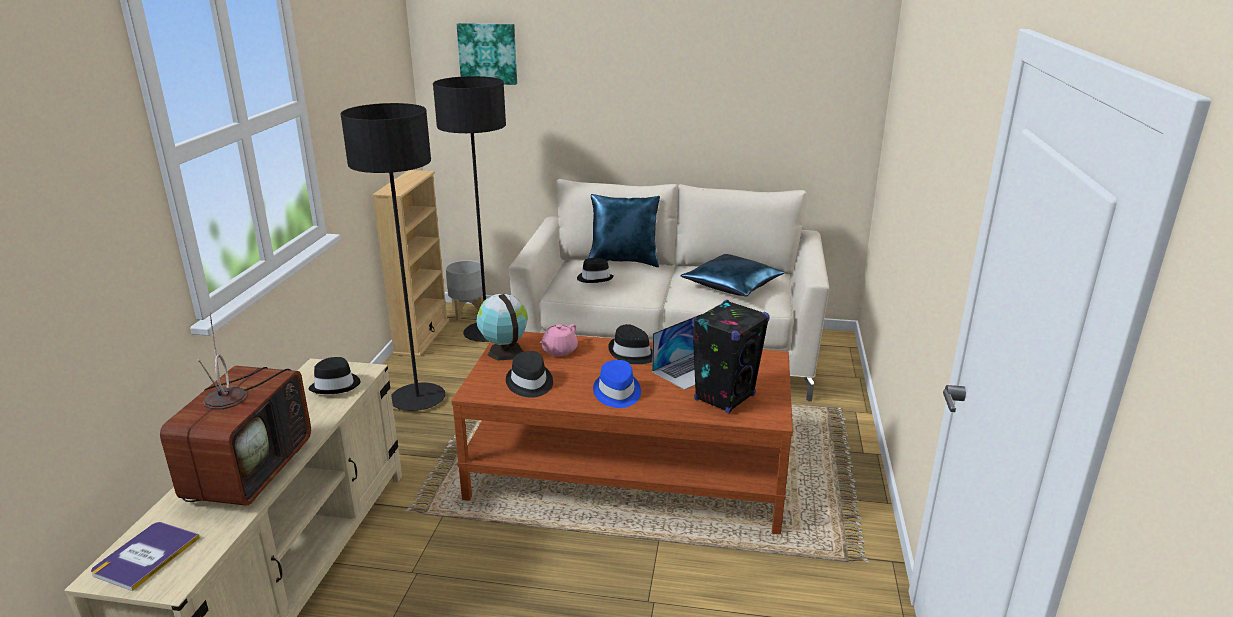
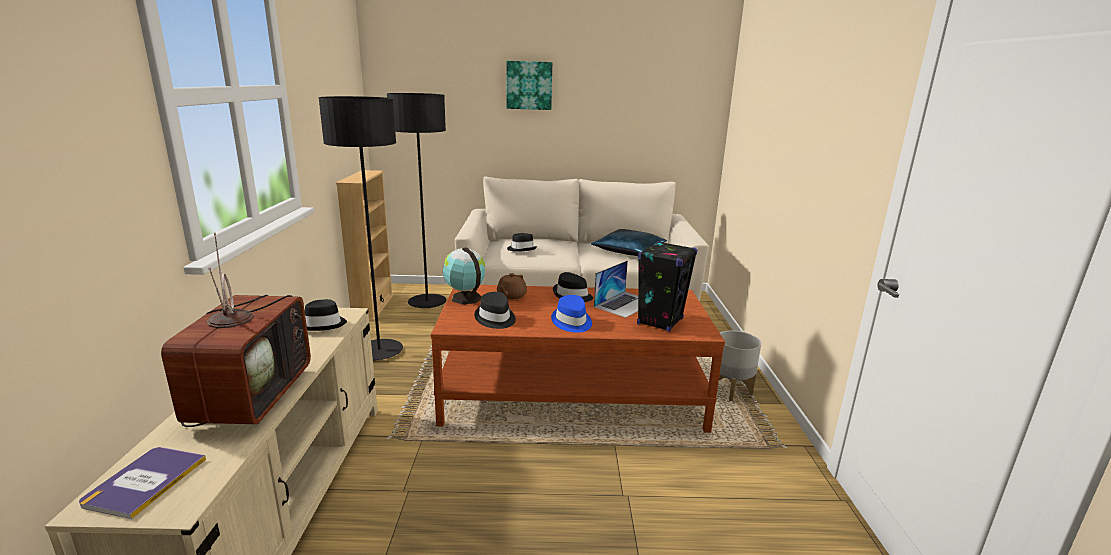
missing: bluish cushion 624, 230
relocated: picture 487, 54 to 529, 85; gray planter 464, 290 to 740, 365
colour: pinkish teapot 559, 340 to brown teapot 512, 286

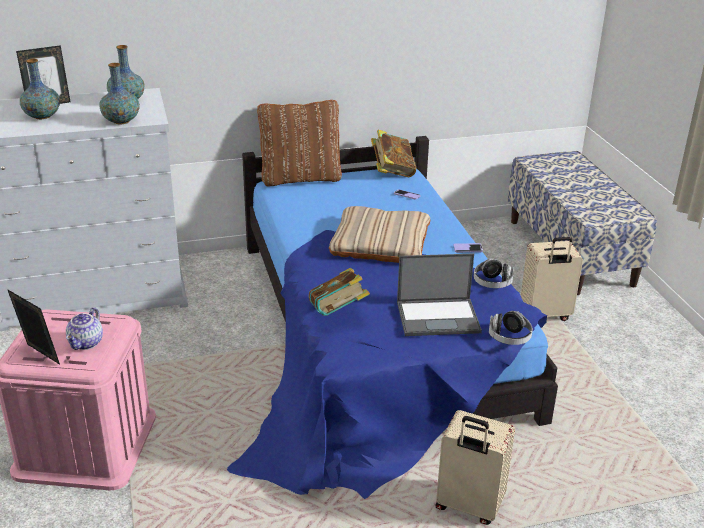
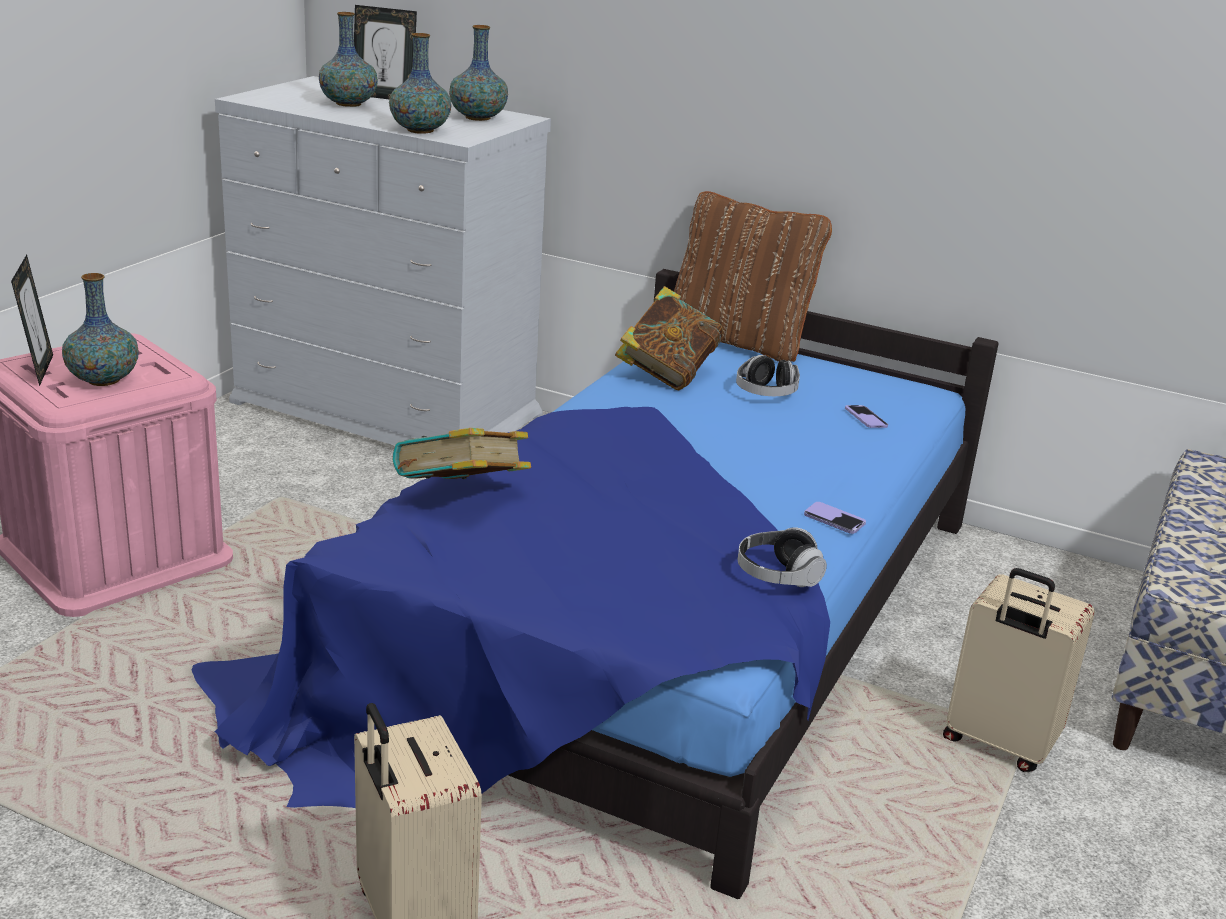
missing: sand-coloured cushion 379, 234; notebook computer 439, 295
relocated: volume 393, 153 to 669, 338; headphones 511, 328 to 768, 375
exchanged: teapot 84, 328 to decorative vase 100, 329

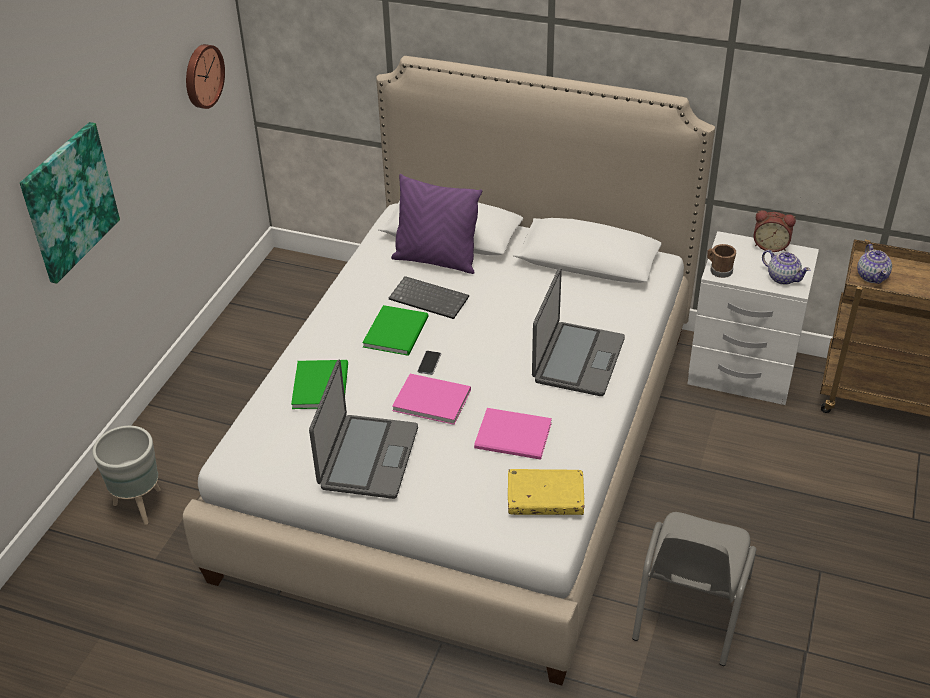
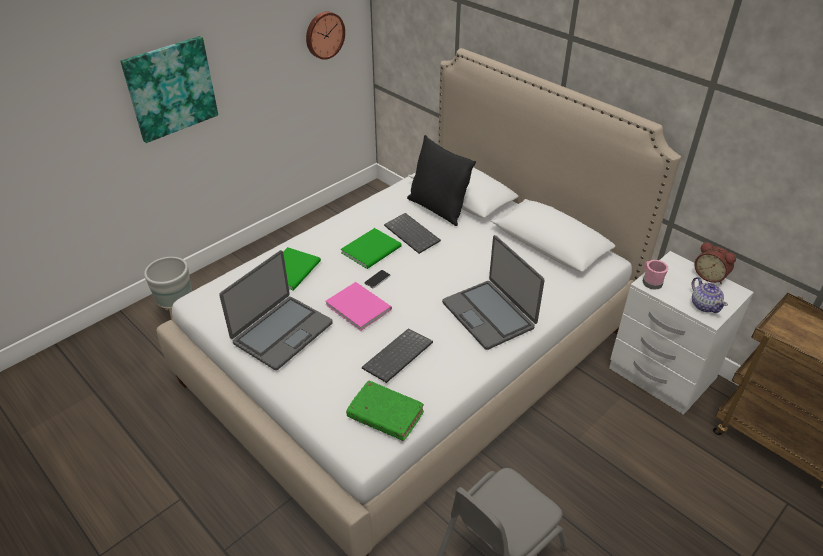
missing: teapot 874, 264
exchanged: pinkish volume 513, 434 to PC keyboard 397, 356
colour: yellowish volume 546, 492 to greenish volume 385, 411; purple-coloured cushion 436, 224 to black-coloured cushion 441, 180; brown mug 721, 261 to pinkish mug 655, 275
spun: notebook computer 578, 332 = 493, 292 105 degrees clockwise

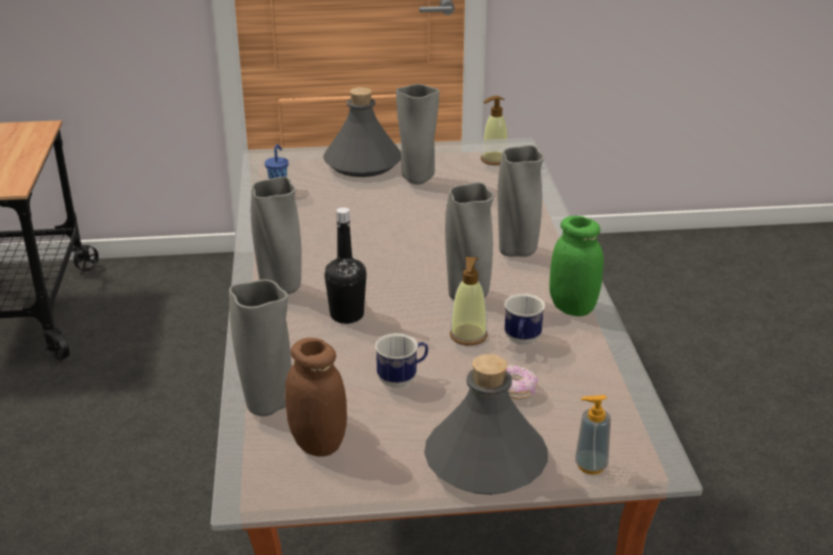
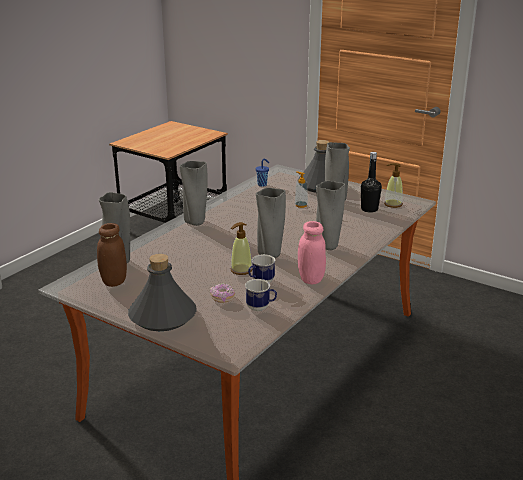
relocated: mug 401, 360 to 261, 295; soap bottle 593, 434 to 301, 189; black-coloured bottle 345, 265 to 371, 182
colour: greenish storage jar 576, 266 to pinkish storage jar 312, 252

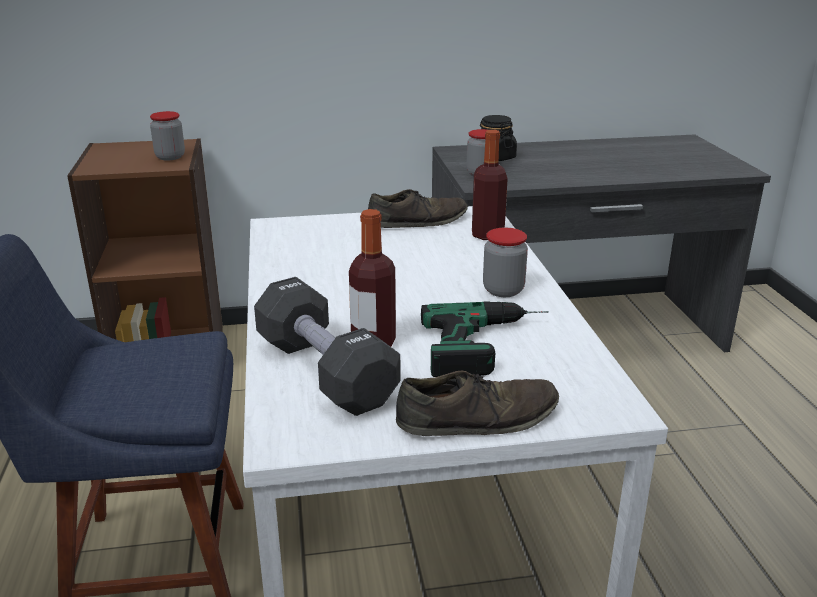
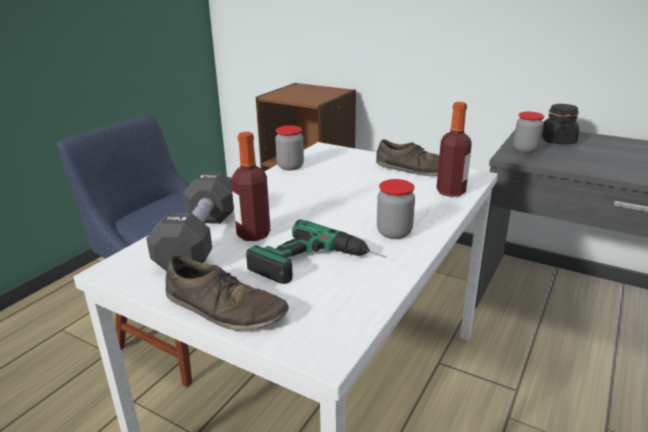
relocated: storage jar 167, 135 to 289, 147

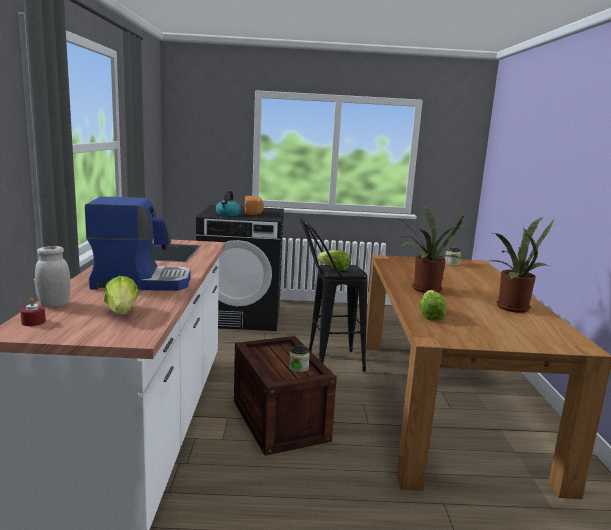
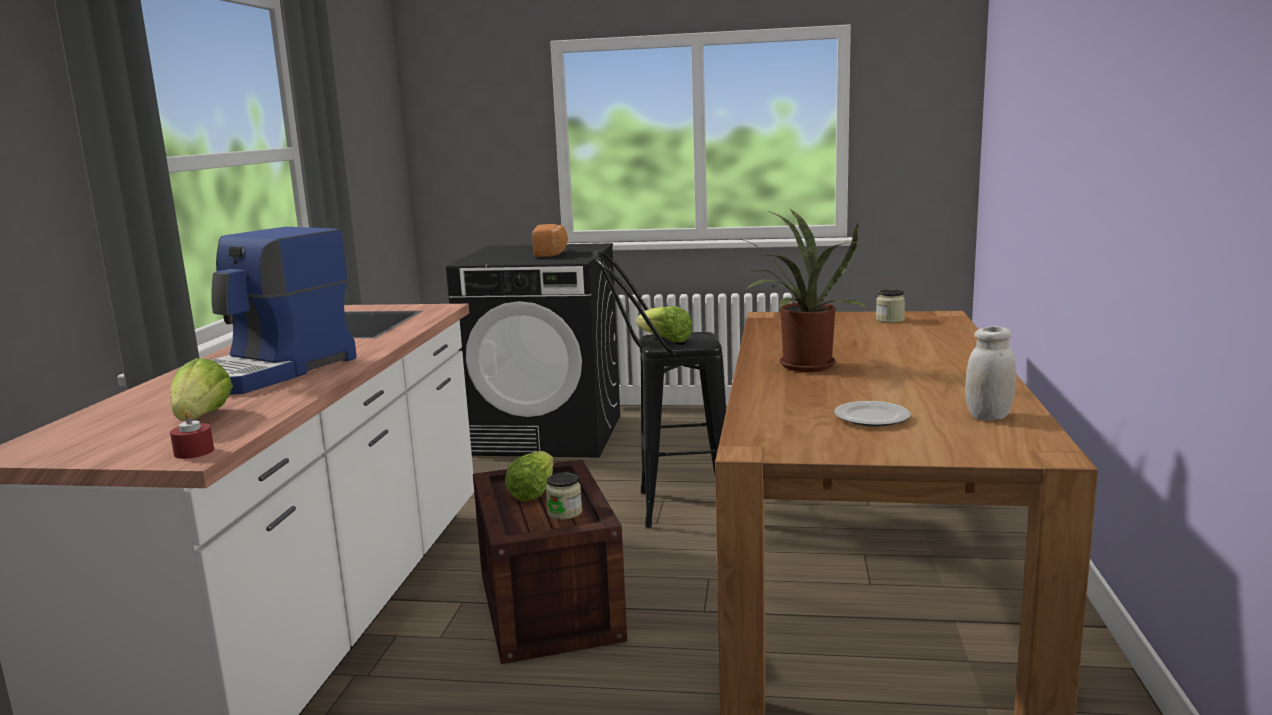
missing: tea kettle 228, 203; potted plant 520, 265
appeared: dinner plate 872, 414
relocated: red-coloured wax light 33, 312 to 192, 434; head of lettuce 432, 305 to 529, 476; whitish storage jar 53, 276 to 990, 373
spun: coffee maker 138, 243 = 284, 311 120 degrees clockwise

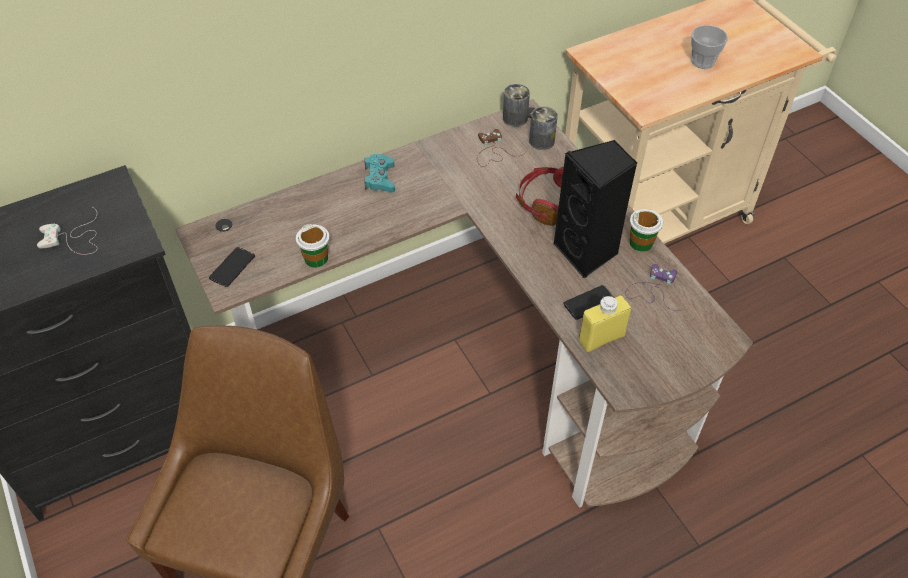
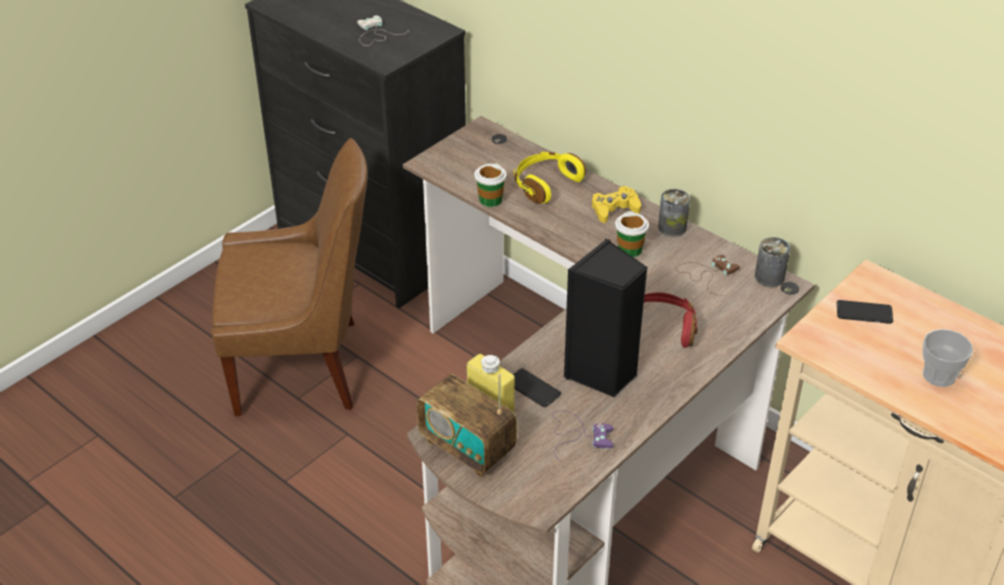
appeared: radio set 467, 426; yellowish headphones 550, 178
relocated: drinking cup 646, 230 to 632, 234; metal can 543, 128 to 674, 213; phone 232, 267 to 865, 312
colour: turquoise joypad 379, 173 to yellowish joypad 616, 204

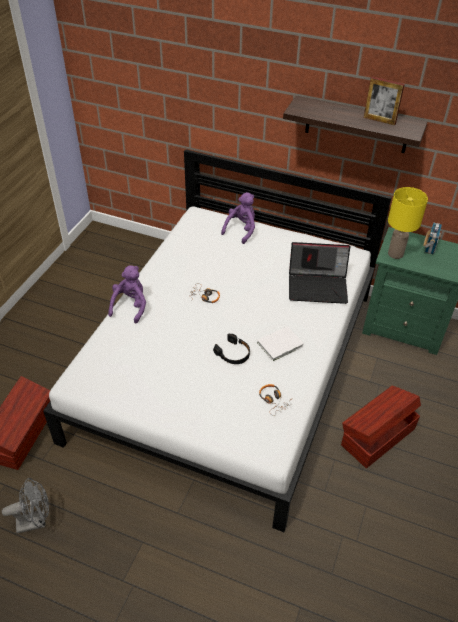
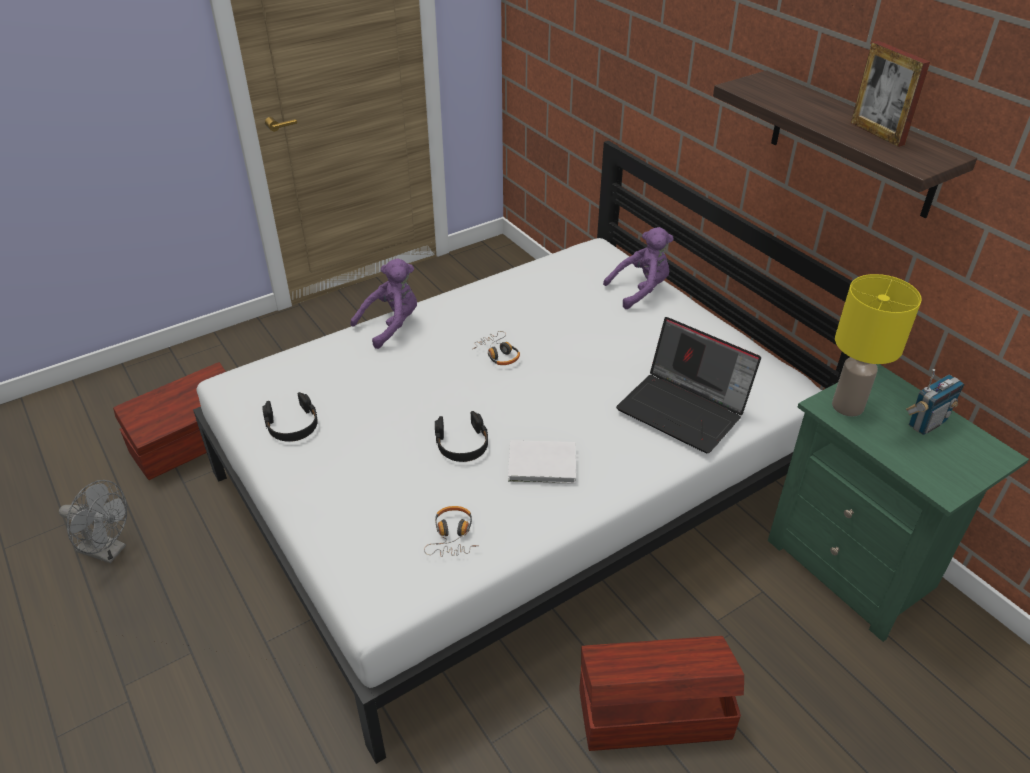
appeared: black-coloured headphones 290, 417

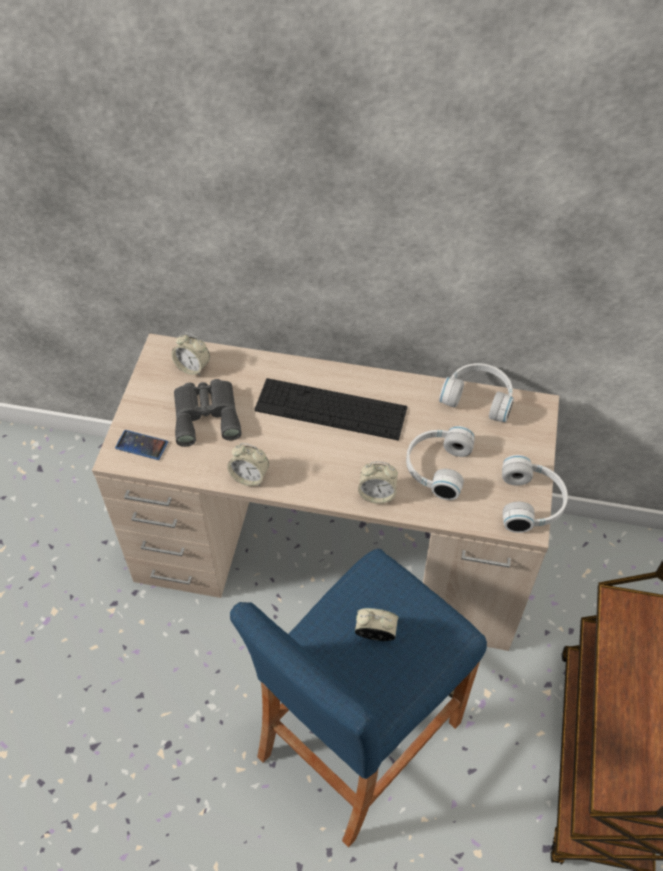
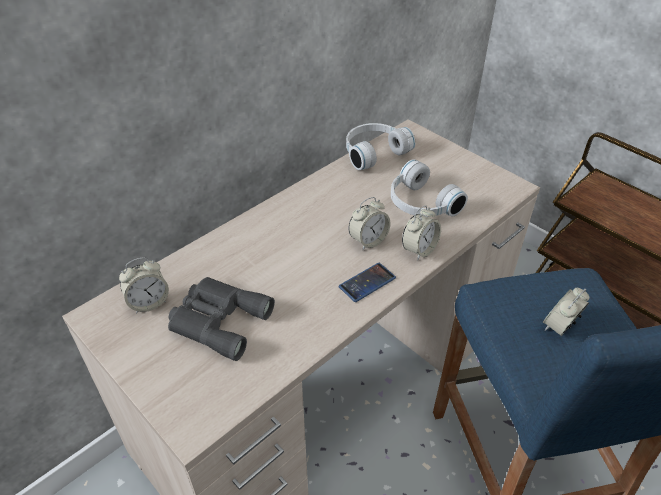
missing: PC keyboard 331, 409; whitish headphones 535, 494
relocated: phone 141, 445 to 367, 282; table clock 248, 464 to 370, 223

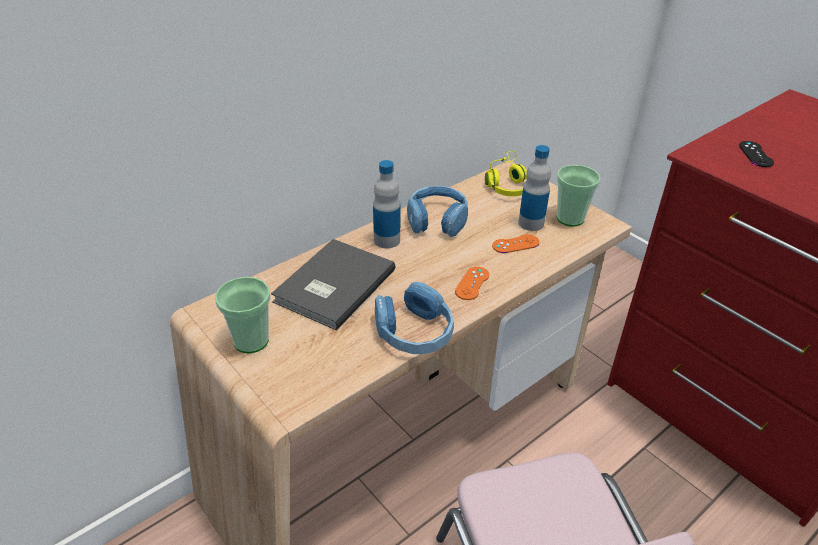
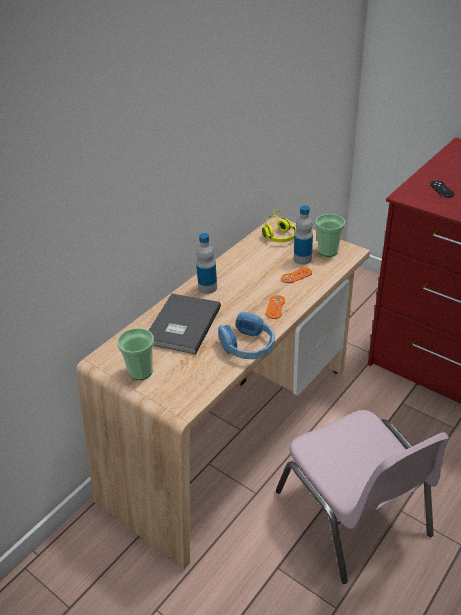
missing: bluish headphones 437, 211

